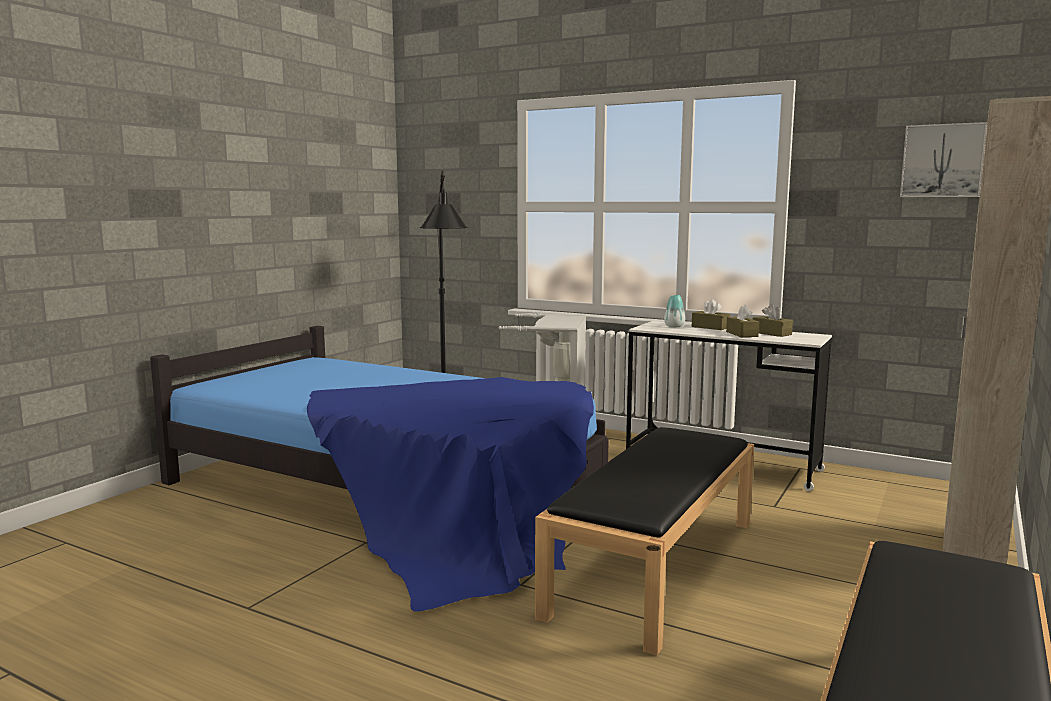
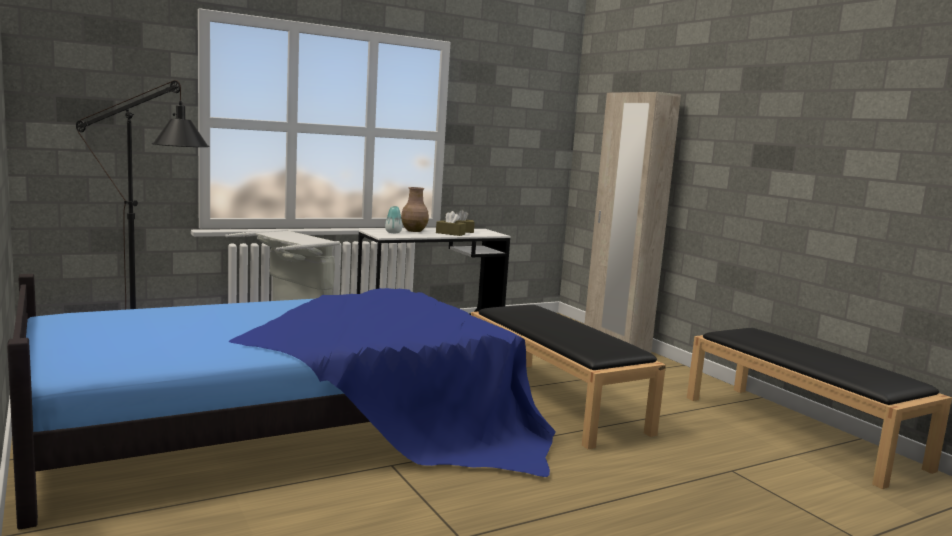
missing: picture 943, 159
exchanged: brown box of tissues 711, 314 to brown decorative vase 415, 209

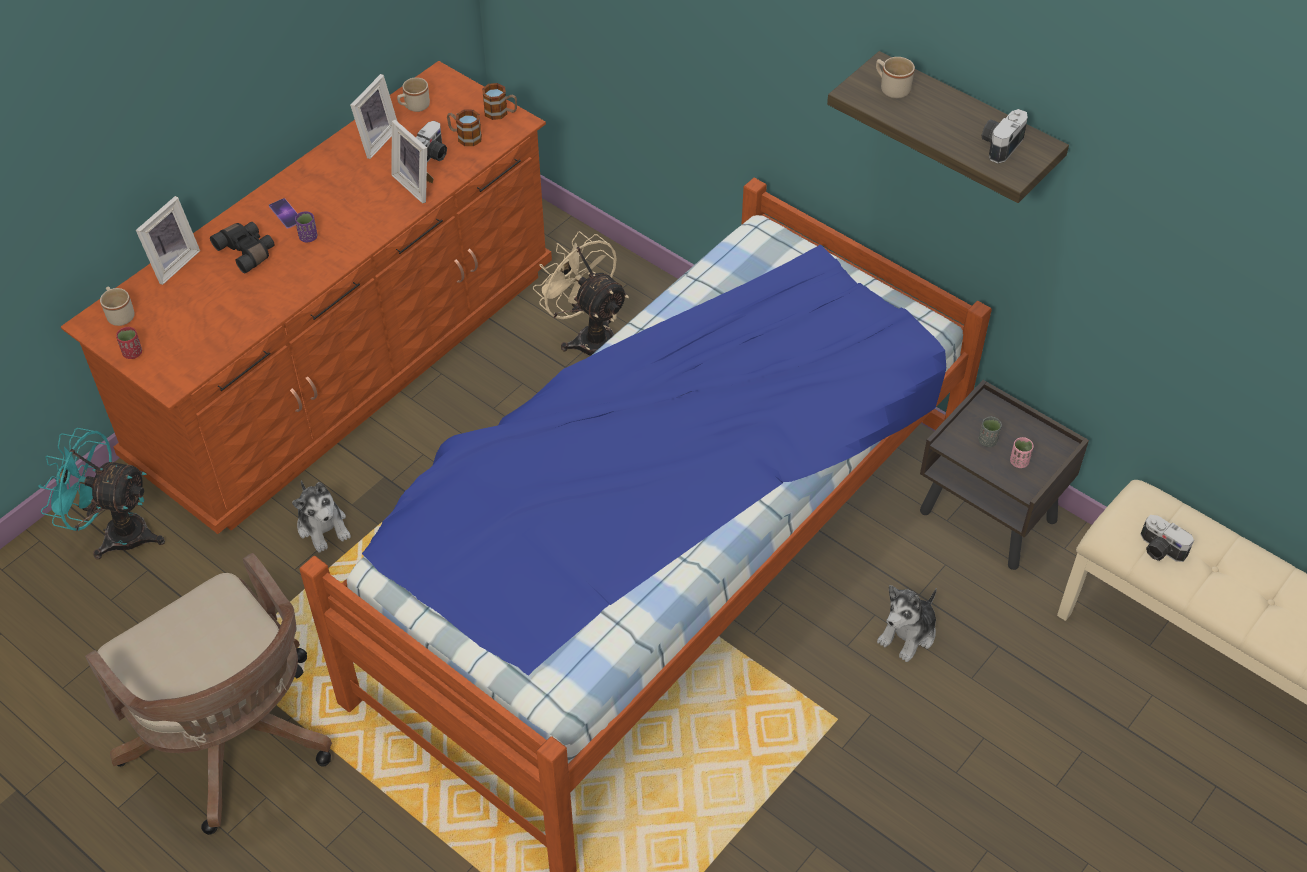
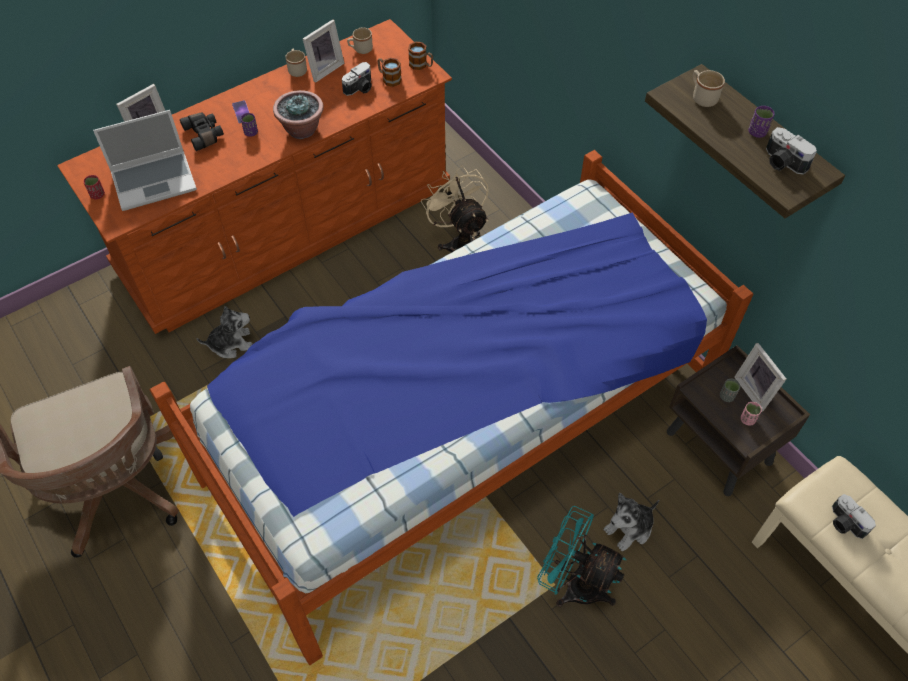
appeared: notebook computer 145, 160; potted plant 298, 114; purple-coloured drinking cup 761, 122
relocated: sand-coloured mug 117, 306 to 296, 63; turquoise electric fan 101, 493 to 581, 556; picture frame 412, 161 to 760, 377
spun: cuddly toy 321, 516 = 225, 332 90 degrees counterclockwise; photo camera 1005, 136 = 791, 151 90 degrees counterclockwise

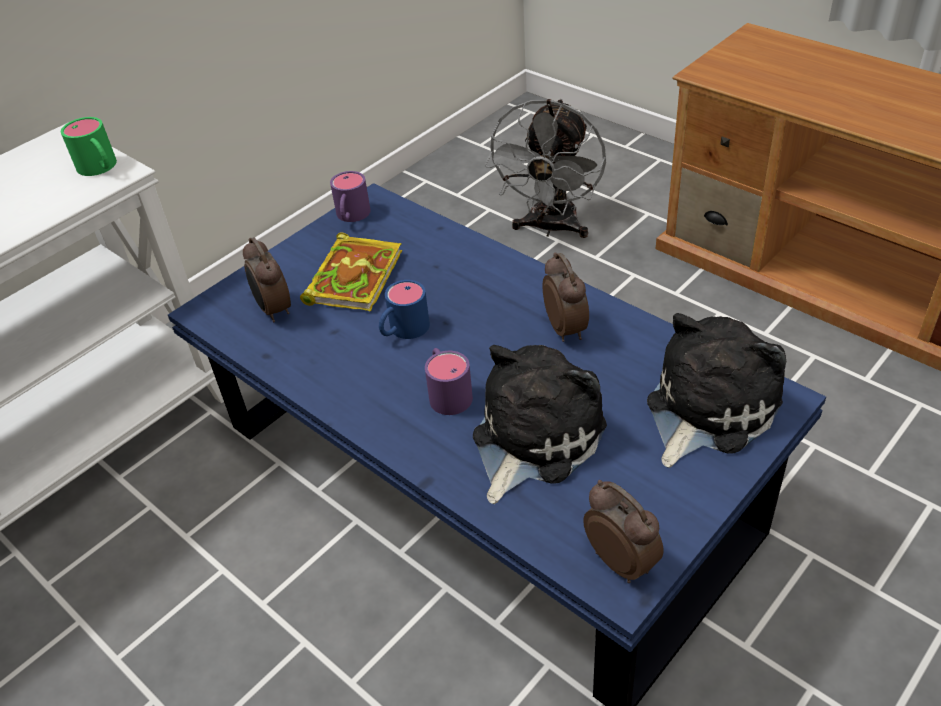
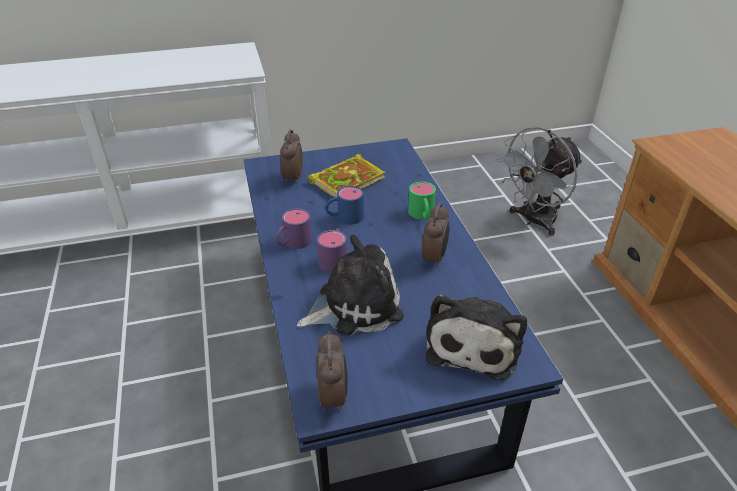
relocated: purple-coloured mug 350, 196 to 294, 228; greenish mug 89, 146 to 422, 200
spun: cuddly toy 716, 390 = 476, 337 120 degrees clockwise

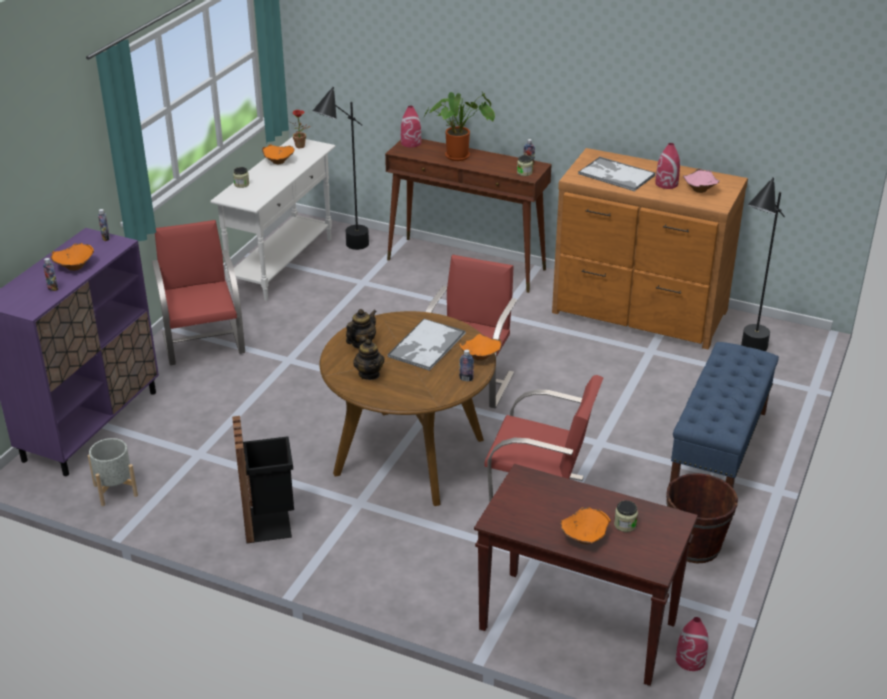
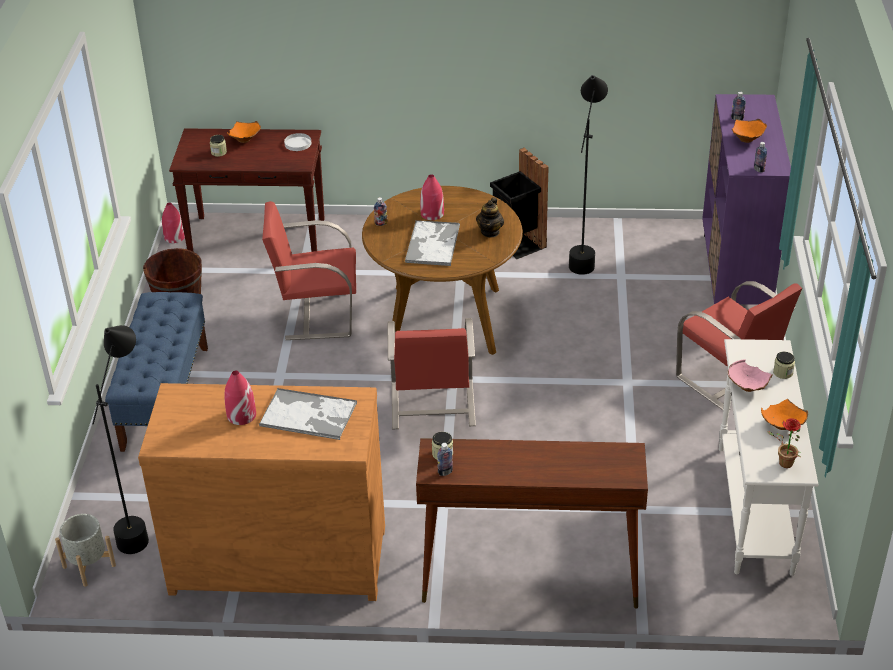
missing: teapot 368, 358; potted plant 459, 126; orange-coloured serving bowl 481, 347
appeared: whitish dinner plate 297, 142
relocated: gray planter 113, 472 to 85, 550; red-coloured decorative vase 411, 127 to 432, 197; black-coloured floor lamp 341, 168 to 588, 175; pinkish serving bowl 701, 181 to 750, 375

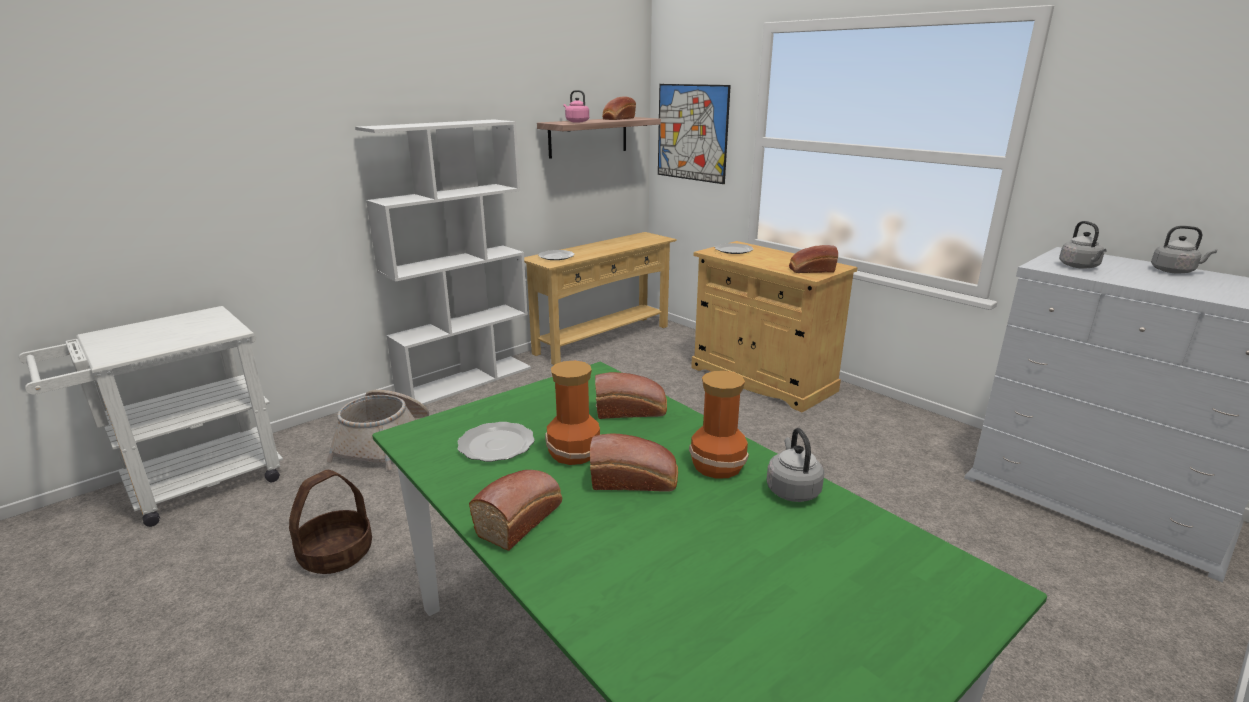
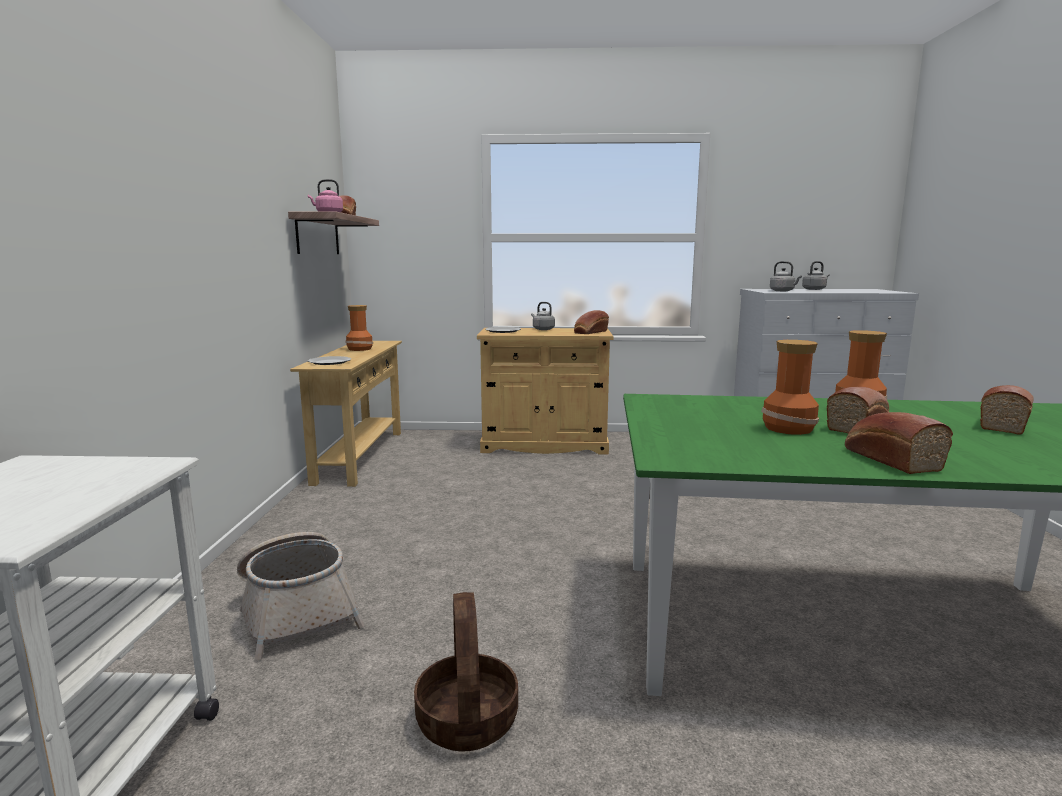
missing: whitish bookshelf 443, 262; dinner plate 496, 442; picture 694, 134
appeared: decorative vase 359, 328
relocated: gray tea kettle 795, 465 to 543, 316; bread 631, 395 to 1007, 410

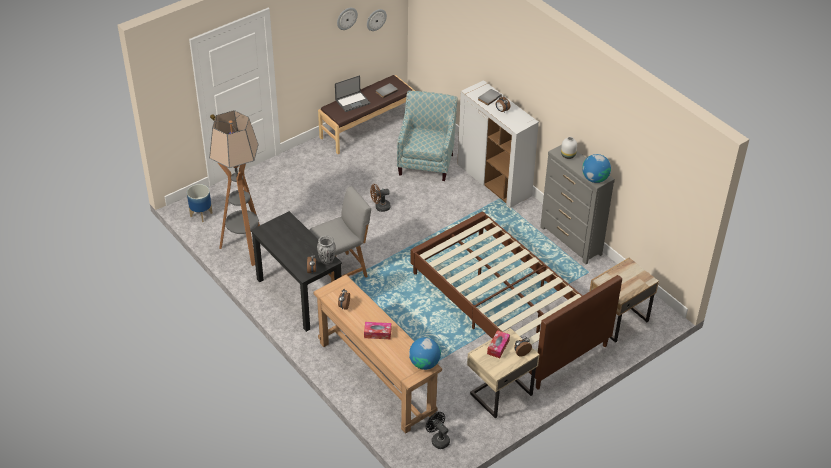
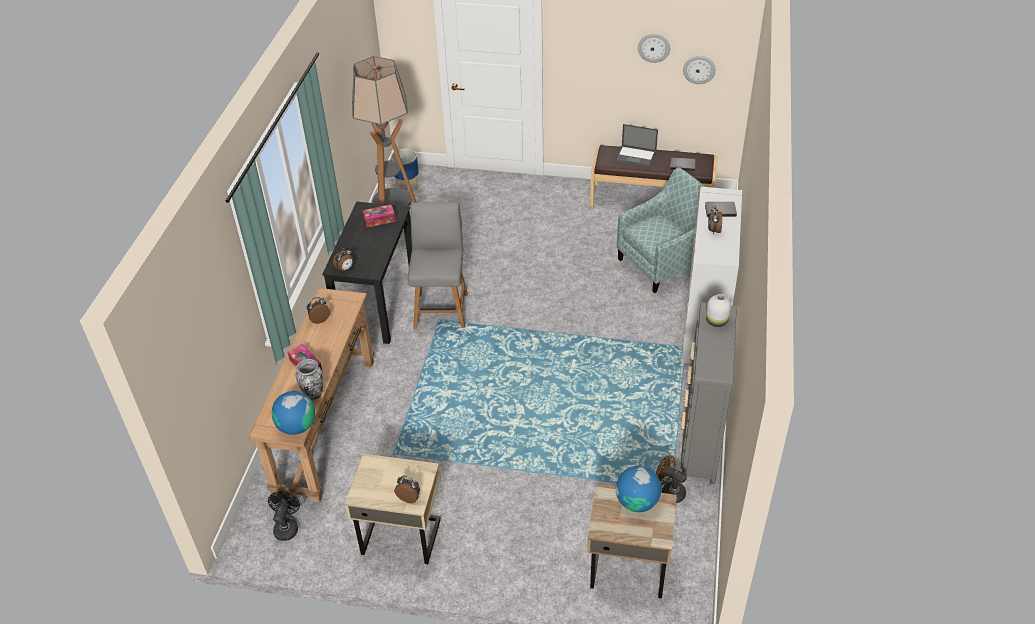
missing: brown bed 516, 300
relocated: decorative vase 326, 250 to 309, 379; box of tissues 498, 344 to 379, 216; globe 596, 168 to 638, 489; brown electric fan 380, 198 to 671, 479
spun: gray chair 340, 234 = 438, 265 105 degrees counterclockwise

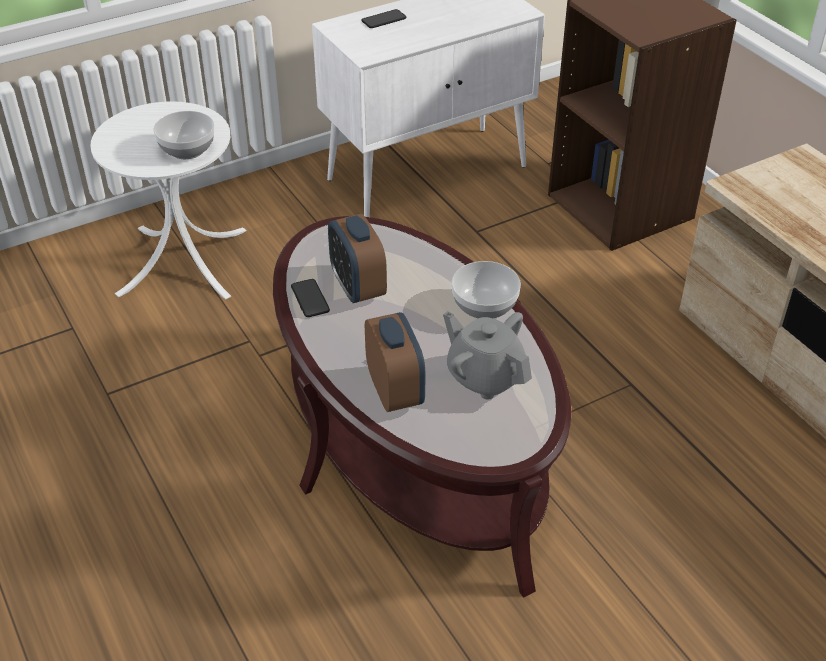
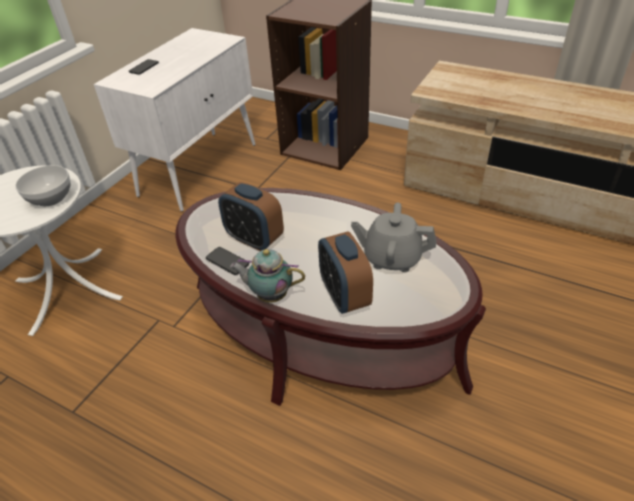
missing: serving bowl 486, 289
appeared: teapot 267, 276
spun: table clock 395, 362 = 345, 272 150 degrees counterclockwise

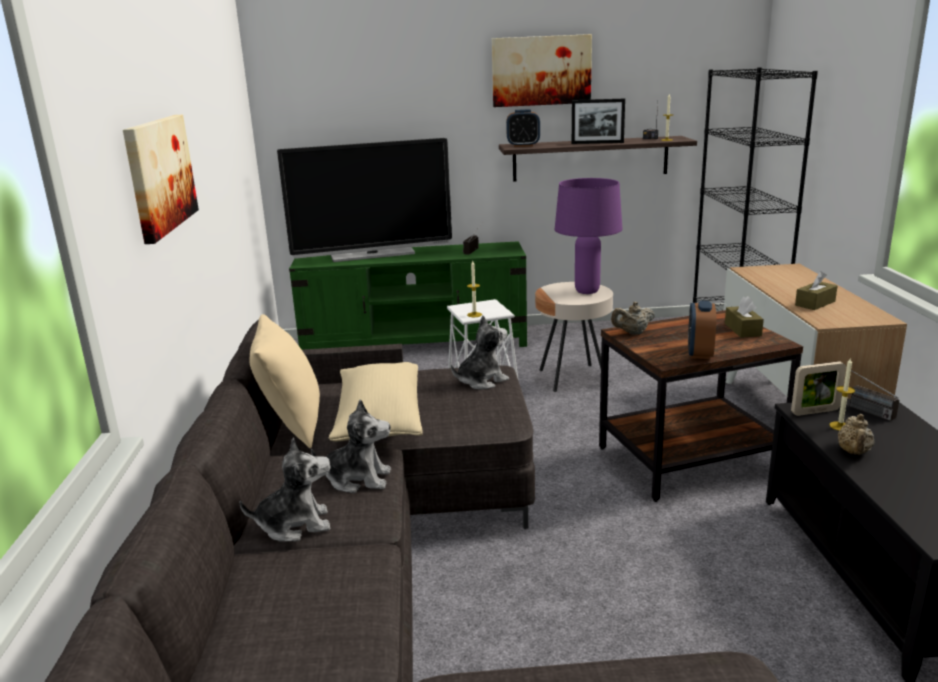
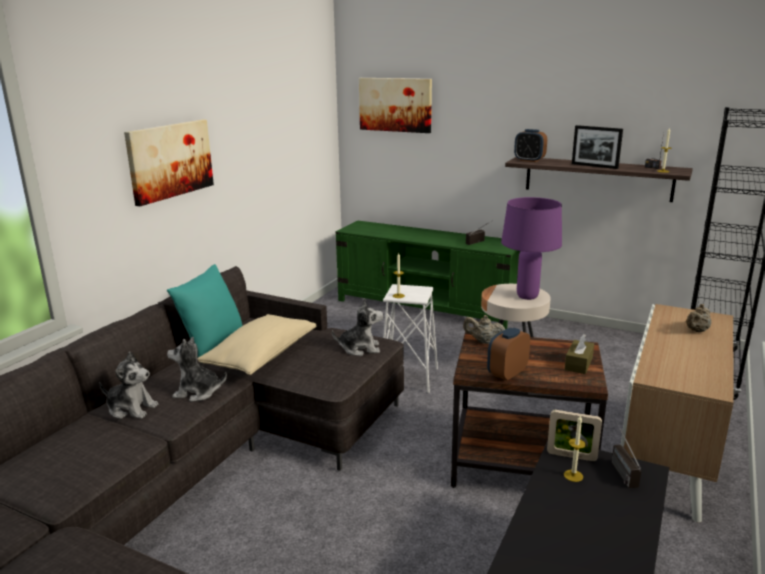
missing: TV 364, 200; brown box of tissues 816, 290
relocated: picture 542, 70 to 395, 105; sand-coloured teapot 856, 434 to 699, 318
colour: sand-coloured cushion 284, 381 to turquoise cushion 204, 313
spun: cuddly toy 351, 446 = 197, 369 150 degrees clockwise

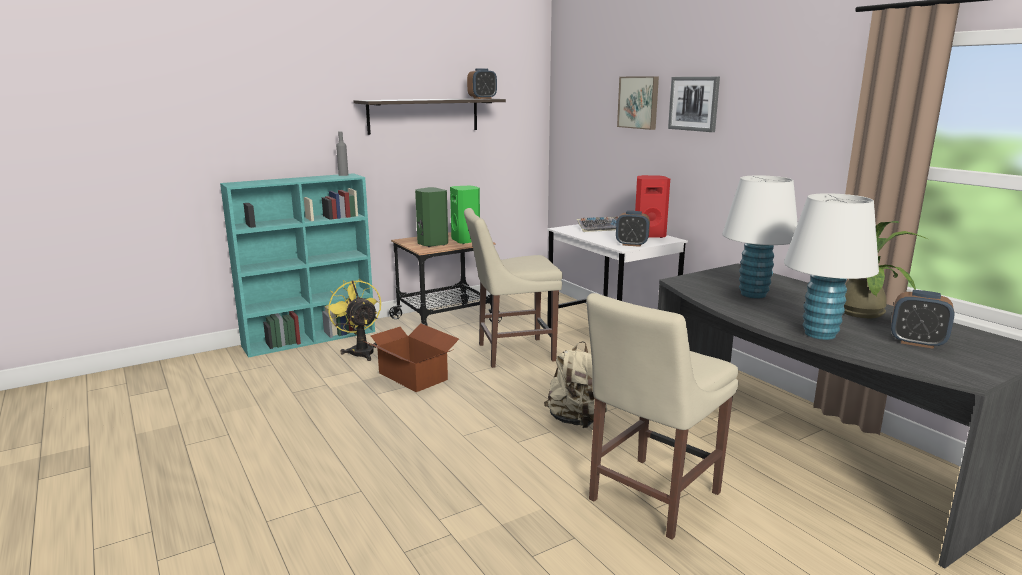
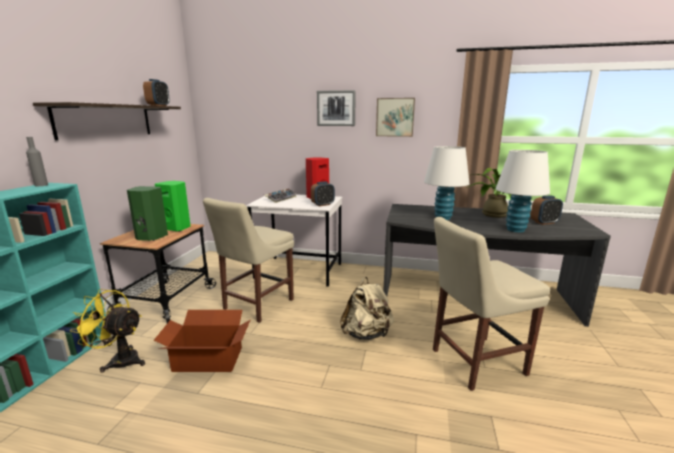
relocated: picture 638, 103 to 395, 117
spun: sand-coloured chair 662, 416 = 491, 304 75 degrees clockwise

